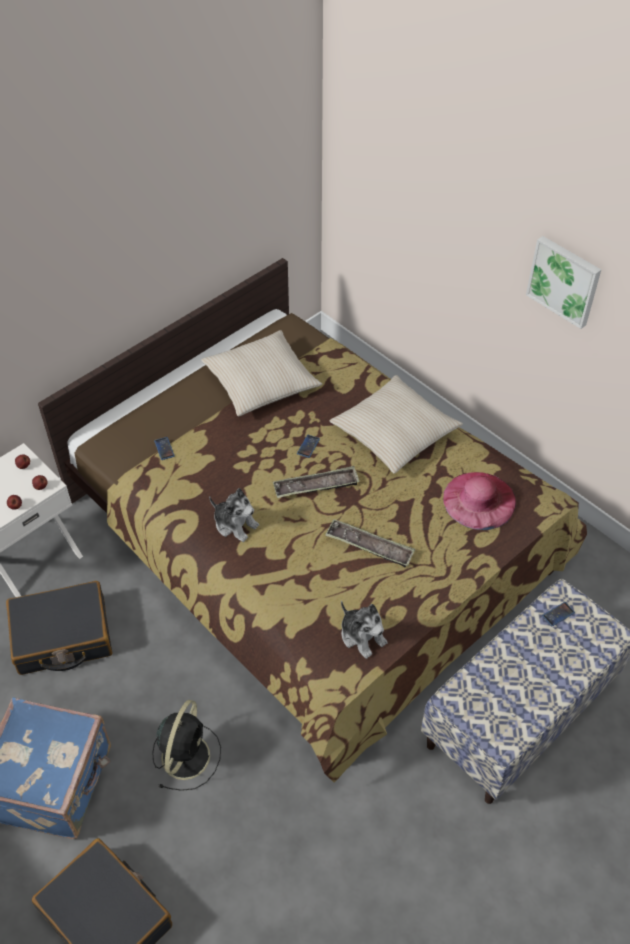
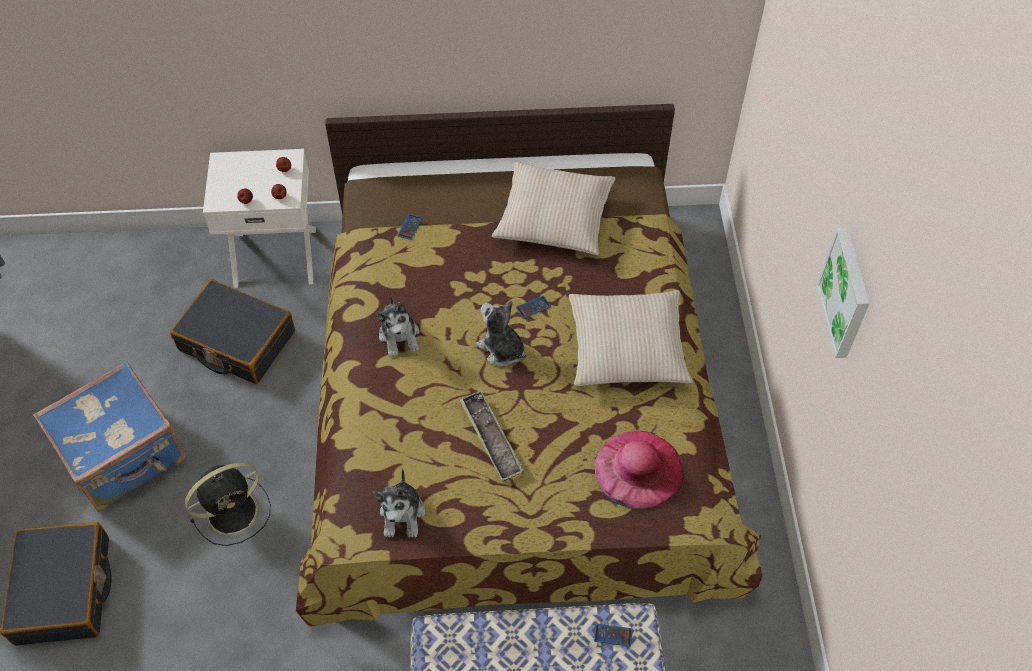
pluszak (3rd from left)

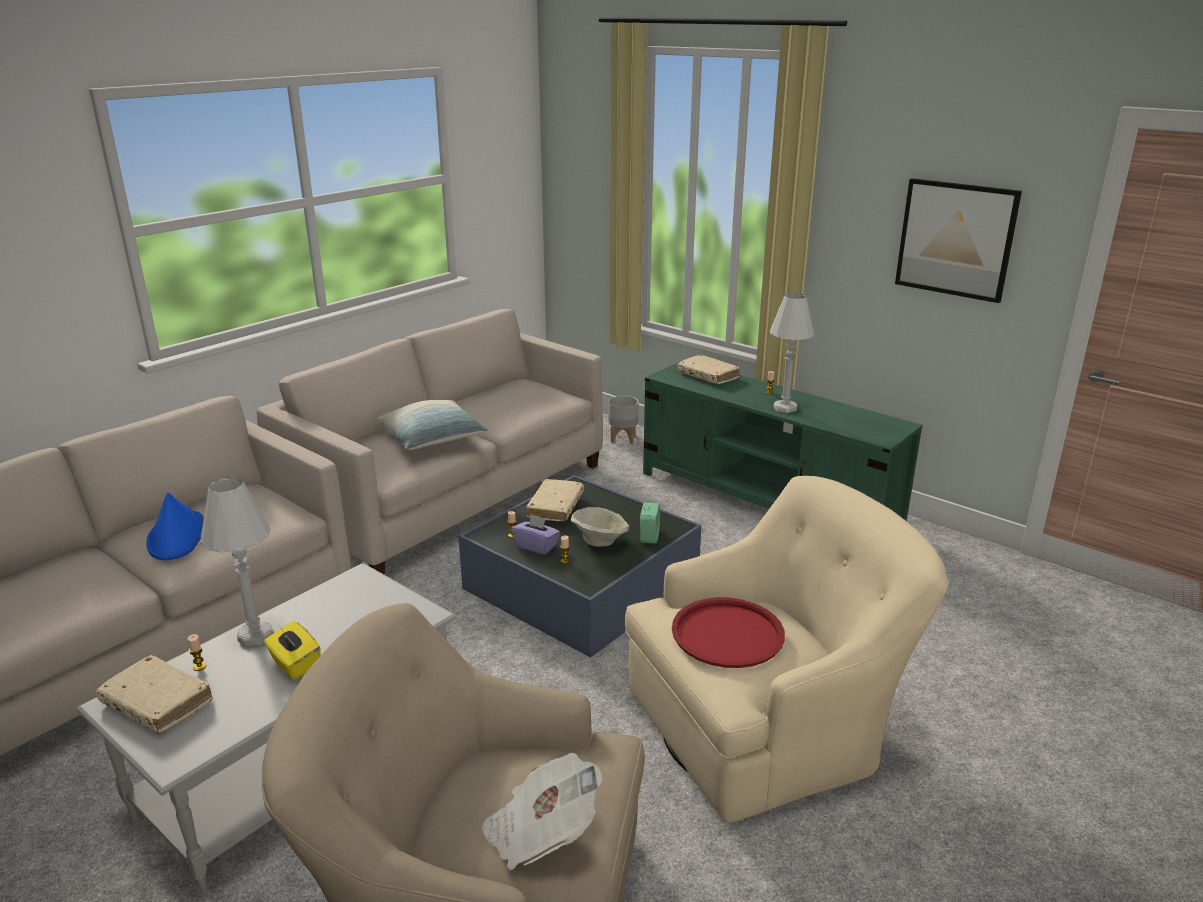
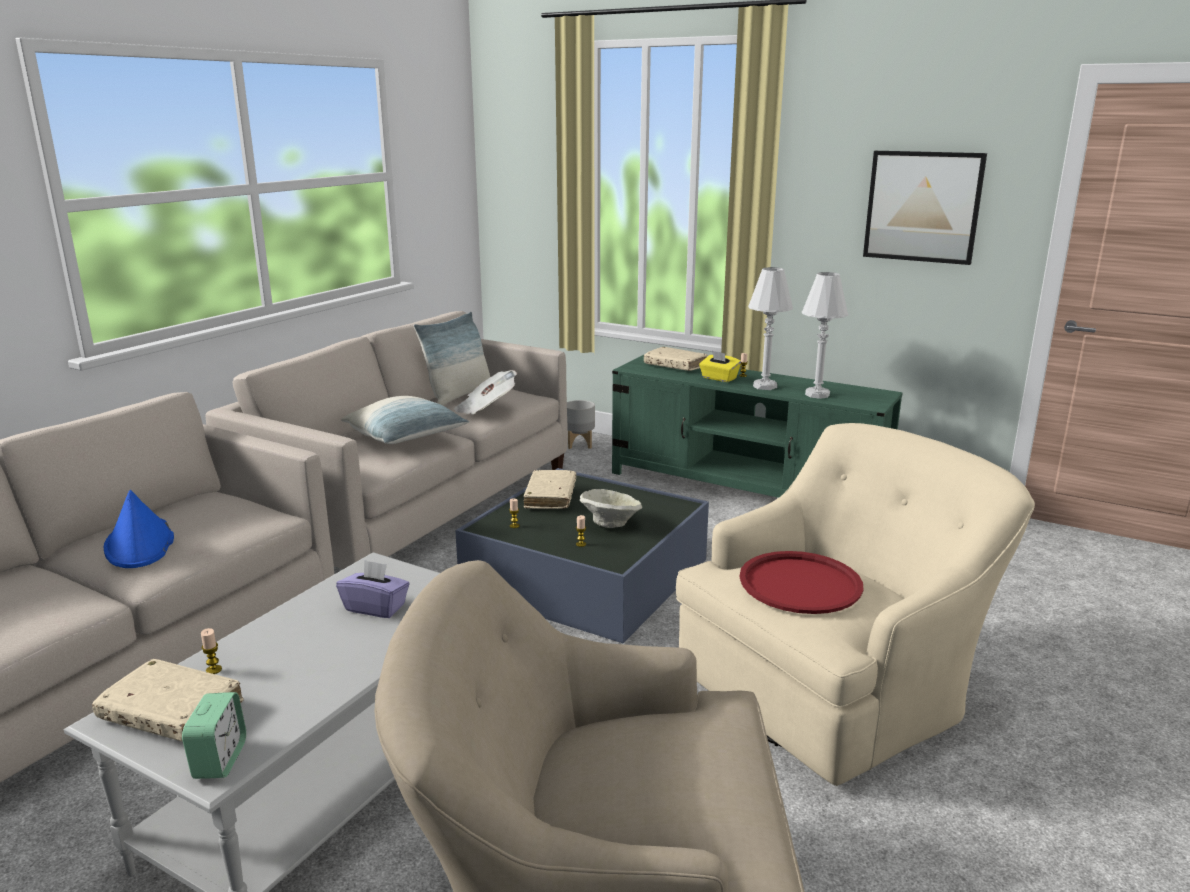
poduszka (2nd from left)
lampa stołowa [biały] (2nd from left)
pudełko chusteczek [żółty]
gazeta
pudełko chusteczek [fioletowy]
budzik

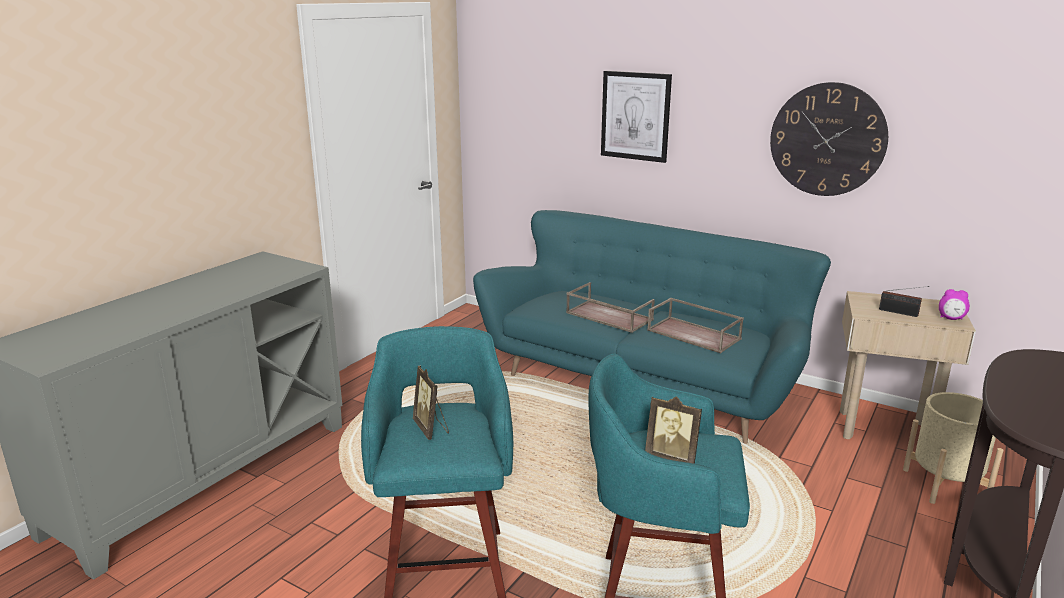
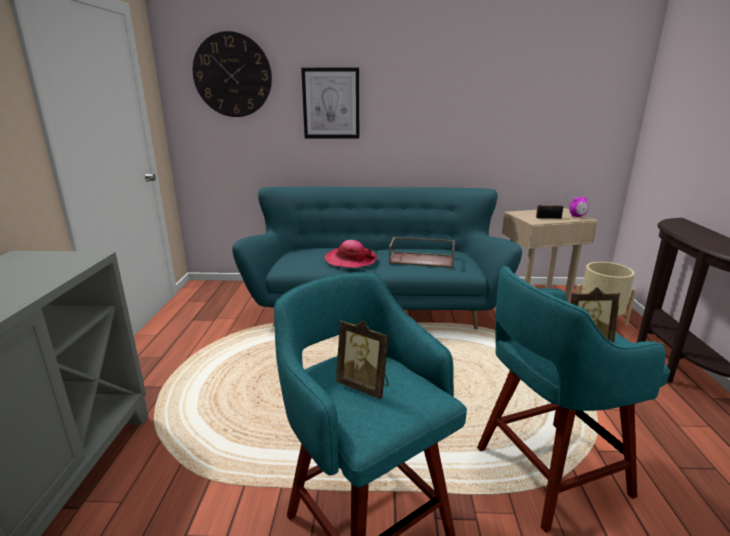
zegar ścienny
kapelusz

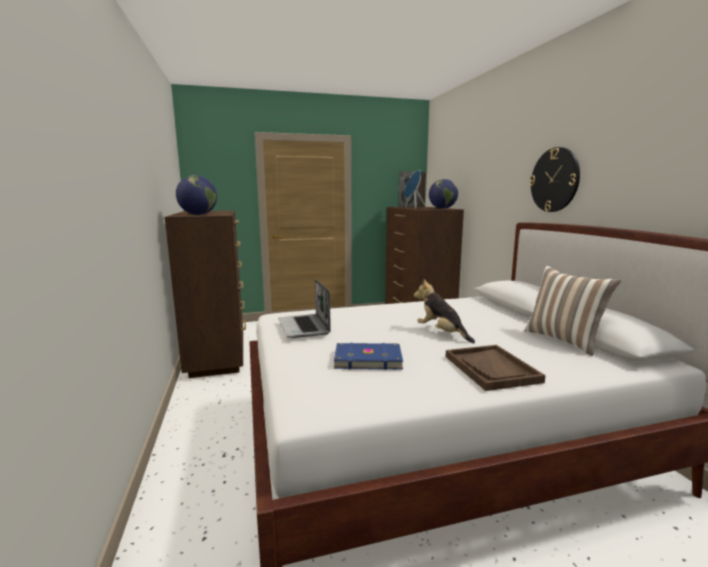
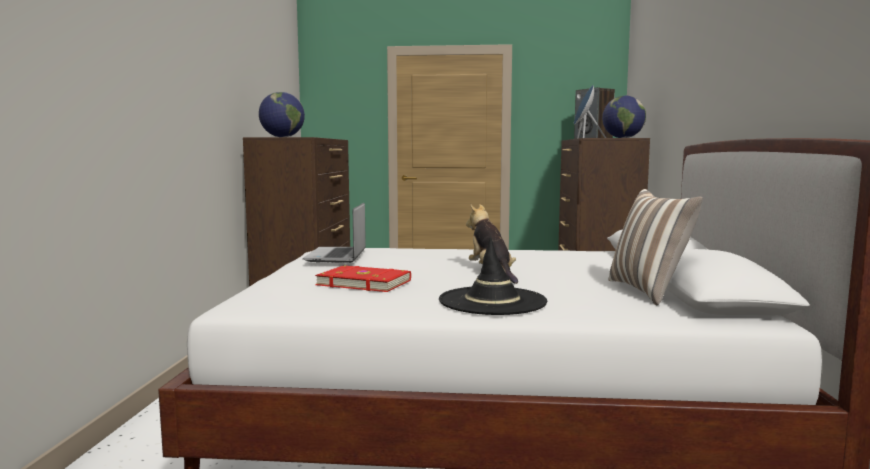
zegar ścienny
kapelusz [czarny]
książka [czerwony]

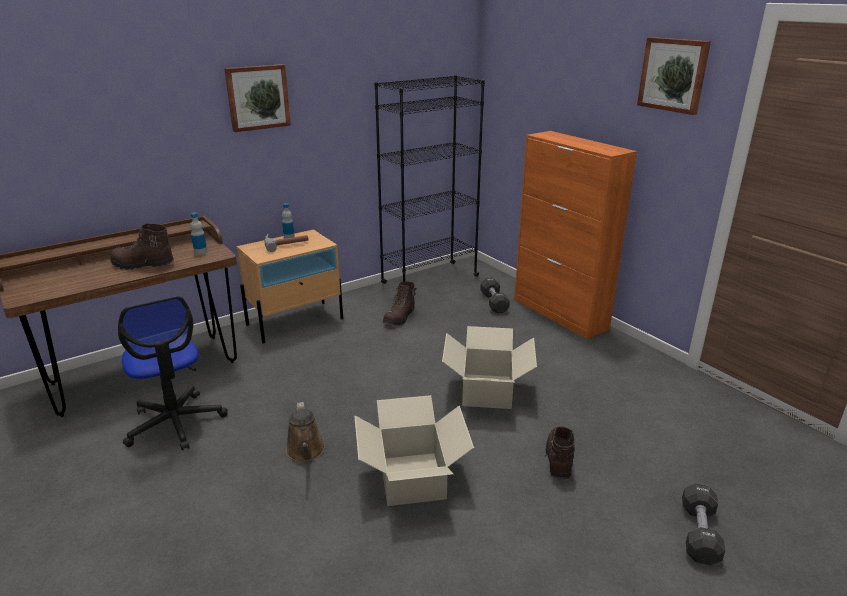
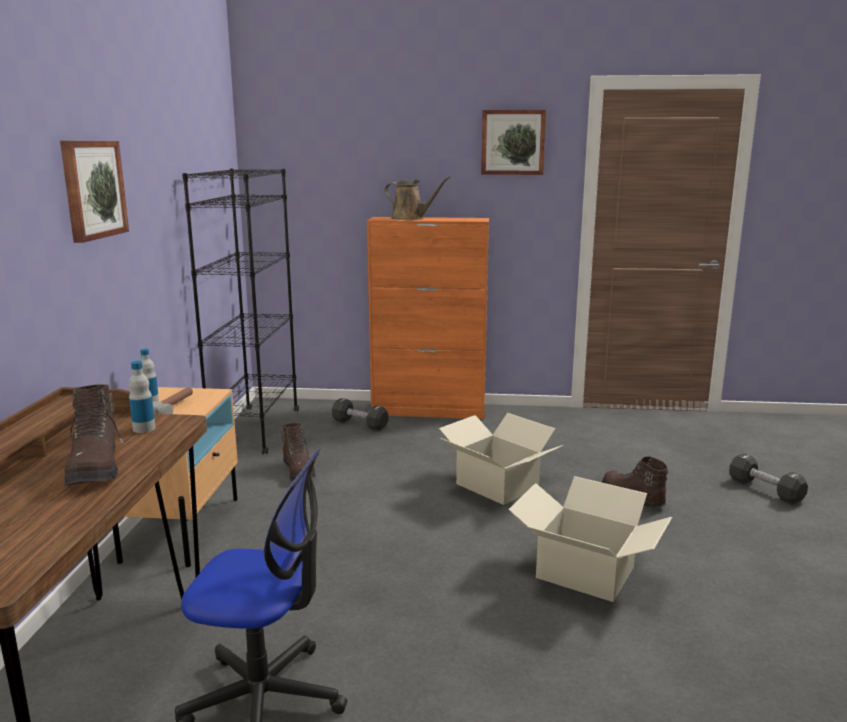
konewka [brązowy]
but z cholewką [brązowy] (1st from left)

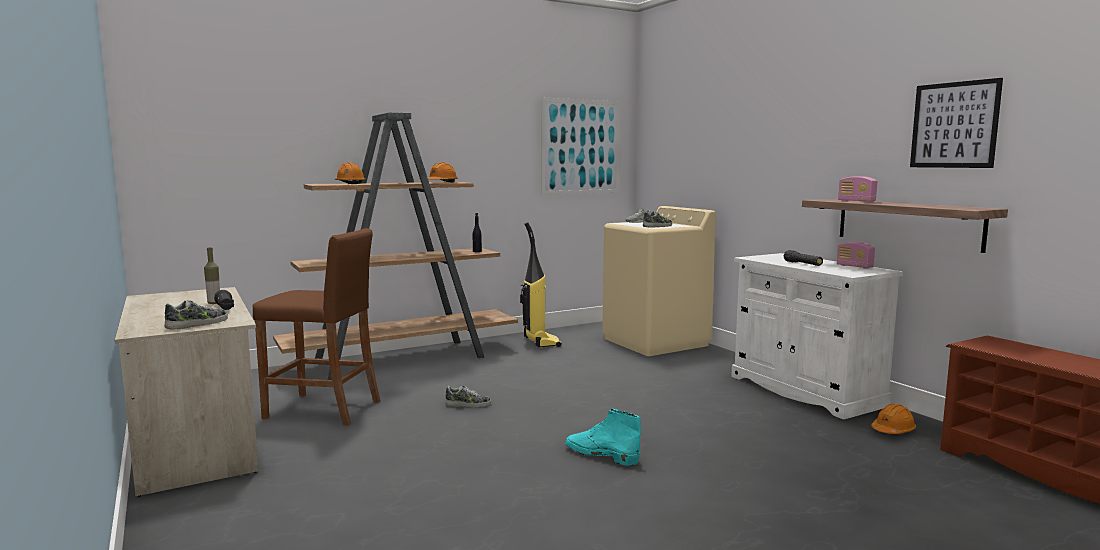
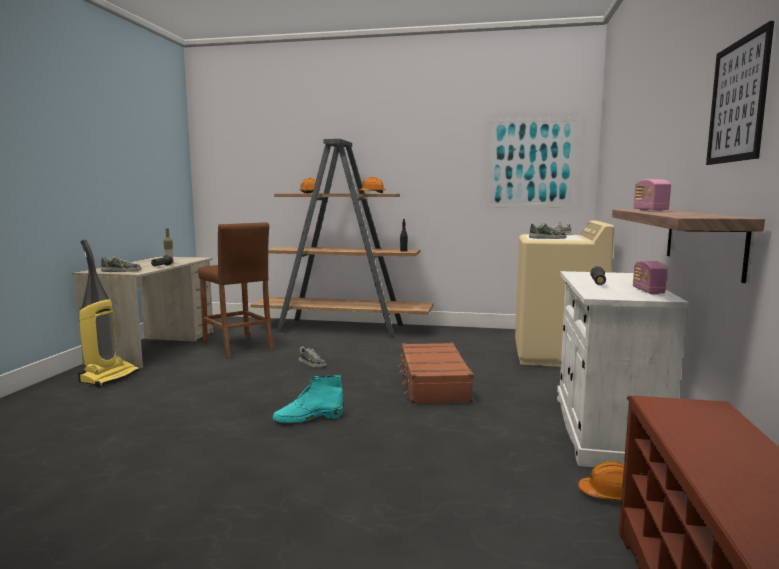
walizka [brązowy]
odkurzacz
but z cholewką [turkusowy]

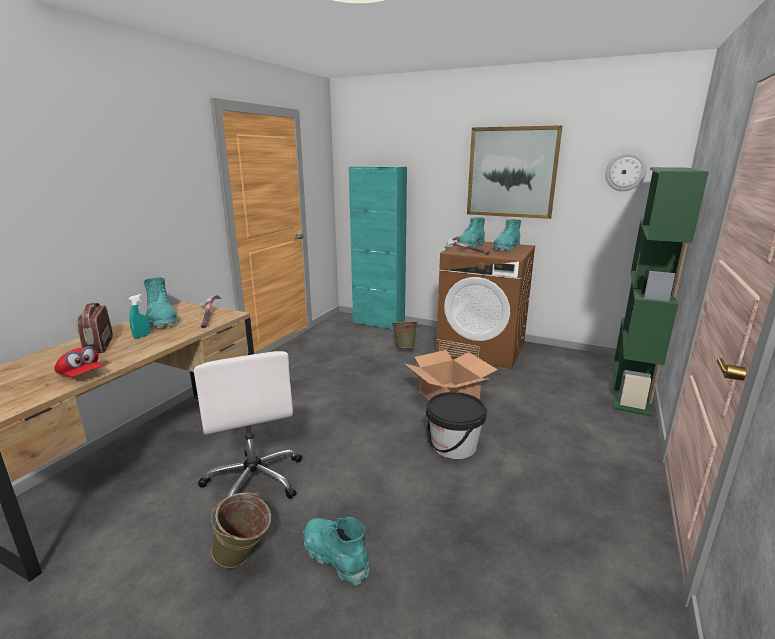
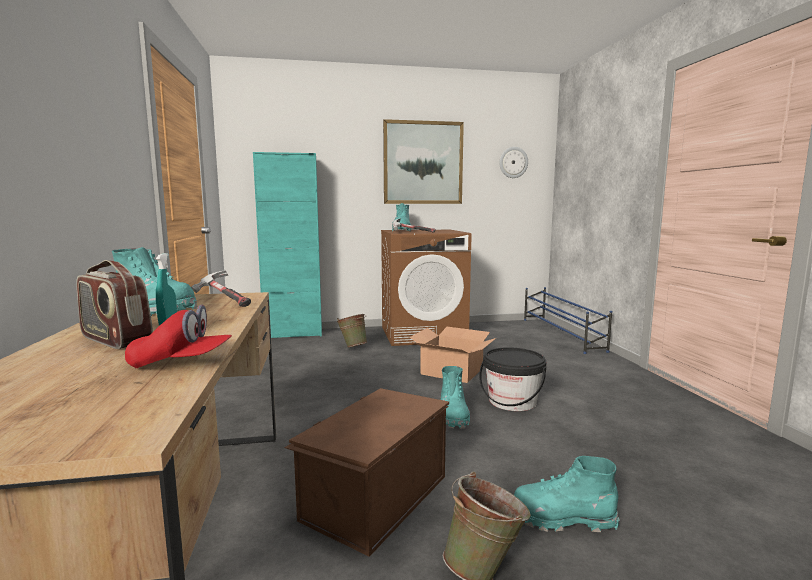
but z cholewką [turkusowy] (3rd from left)
pojemnik do przechowywania [brązowy]
regał na buty [niebieski]

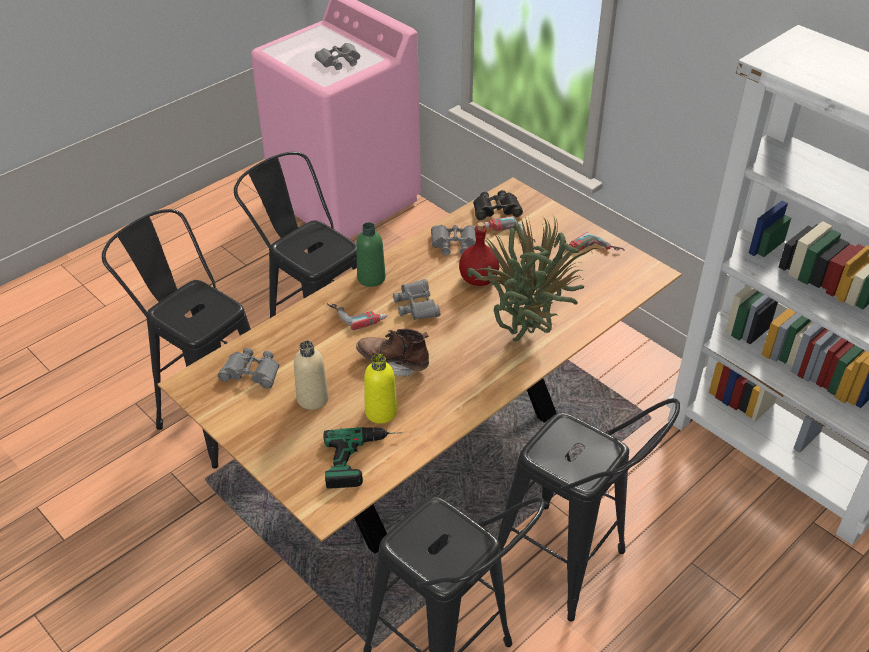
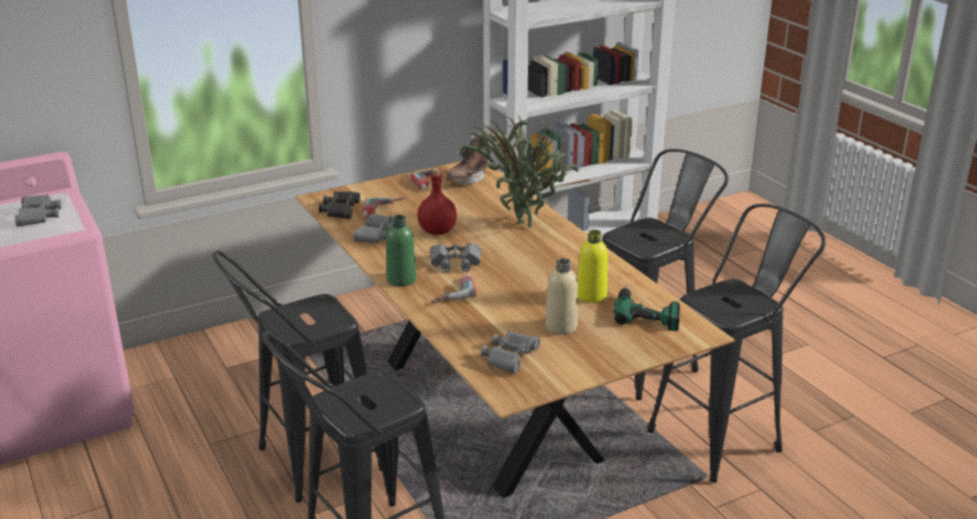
but z cholewką [brązowy]

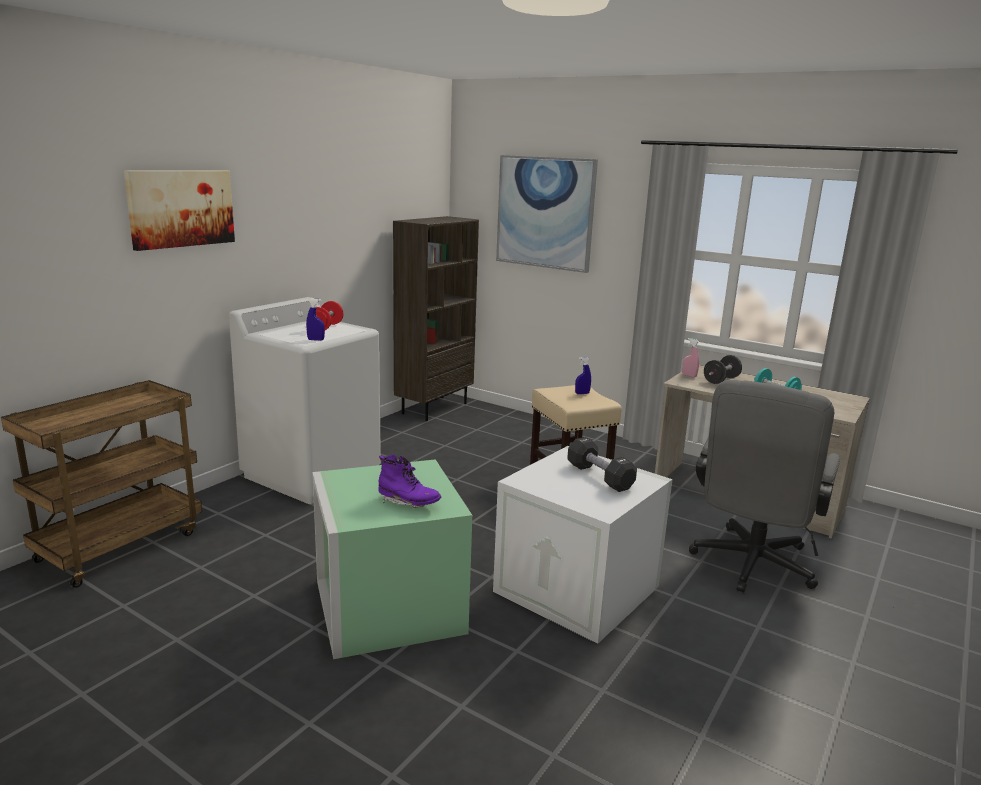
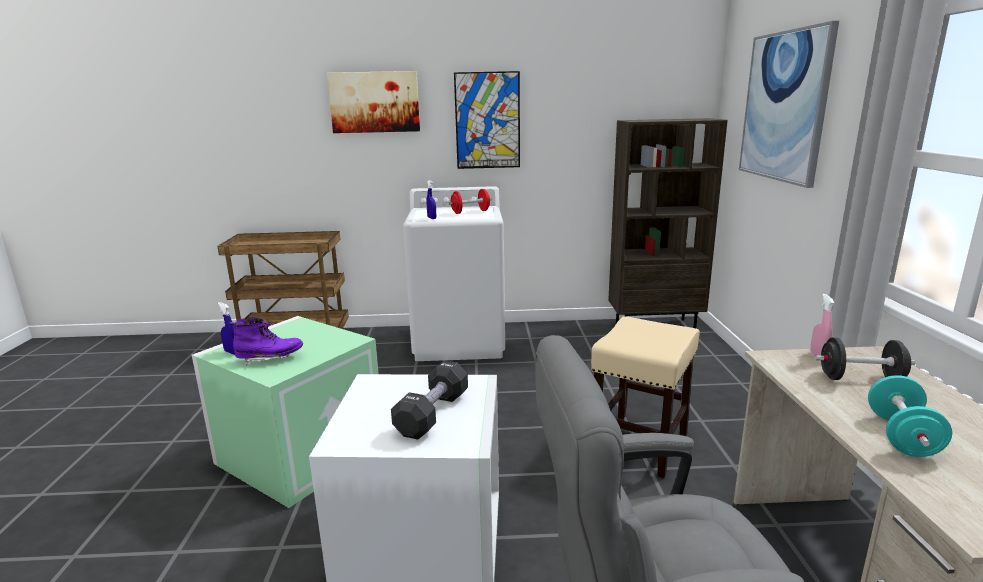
obraz (2nd from left)
spryskiwacz [niebieski] (1st from left)
but z cholewką [fioletowy]

